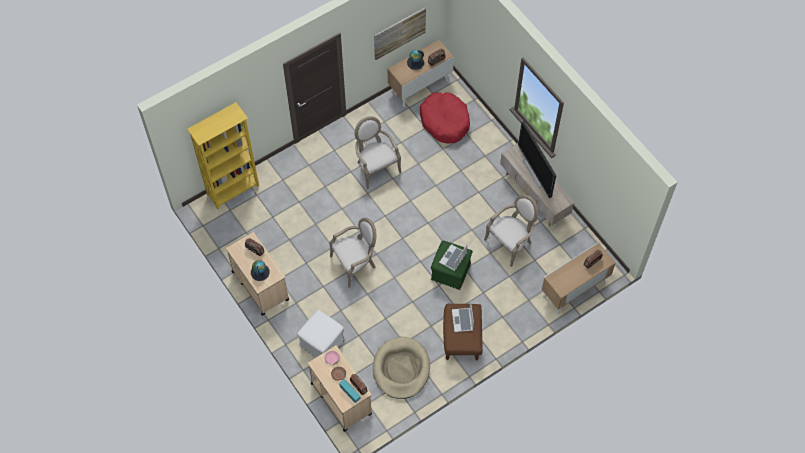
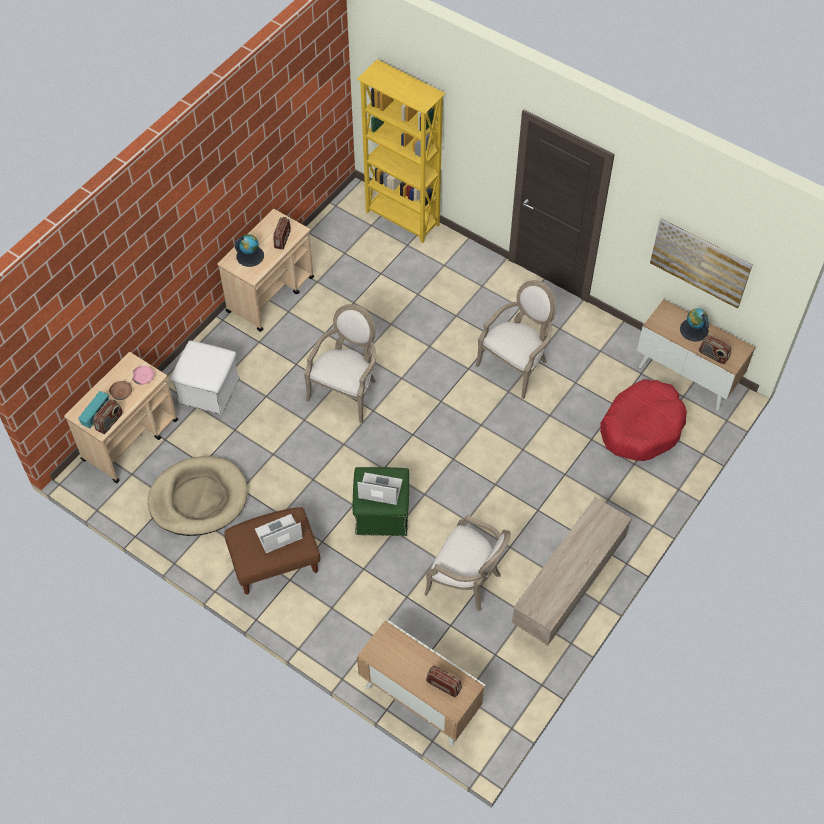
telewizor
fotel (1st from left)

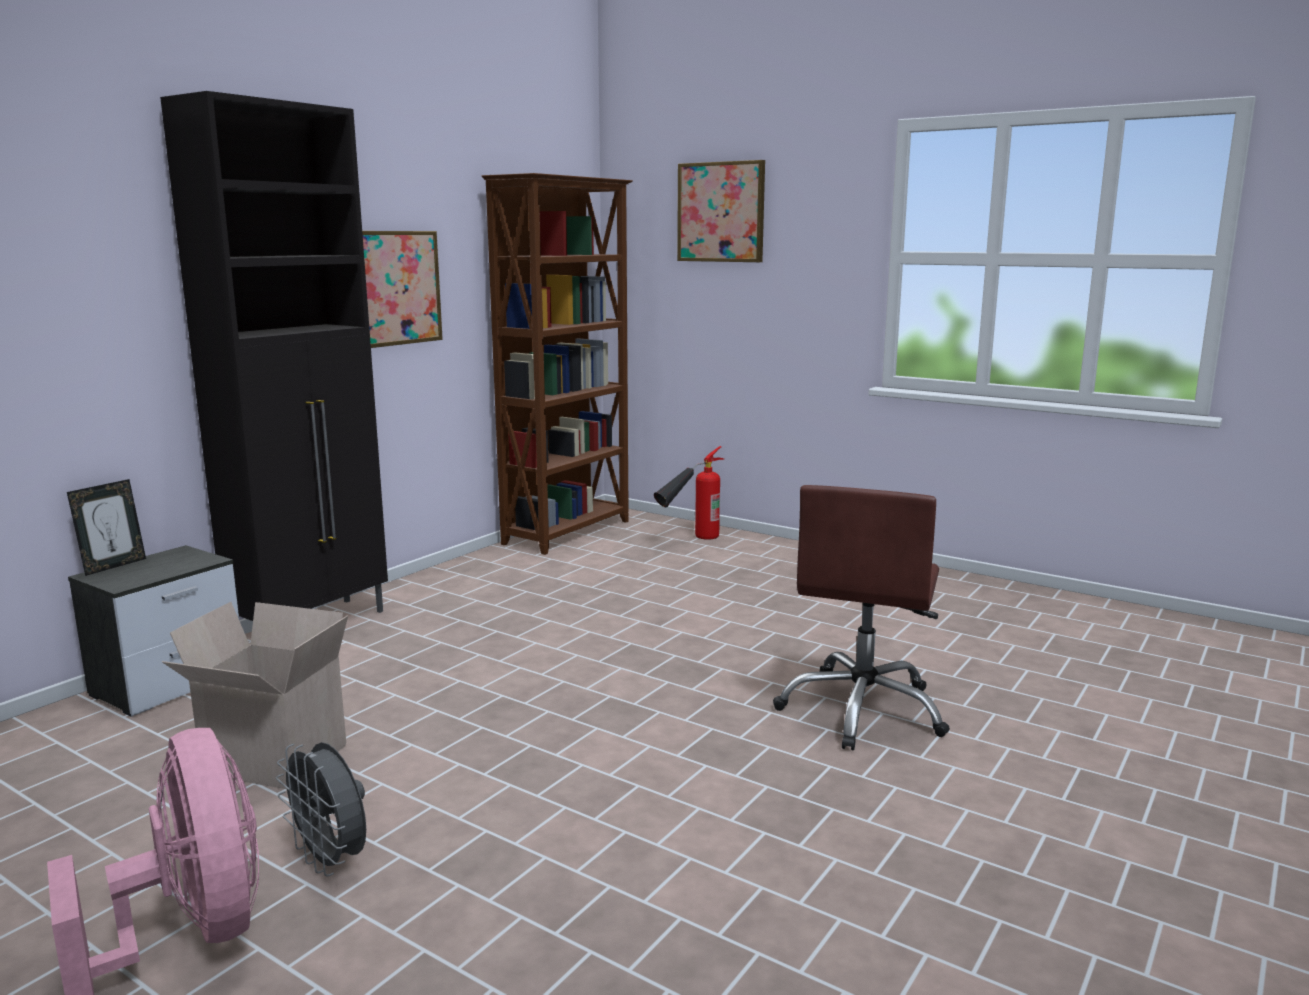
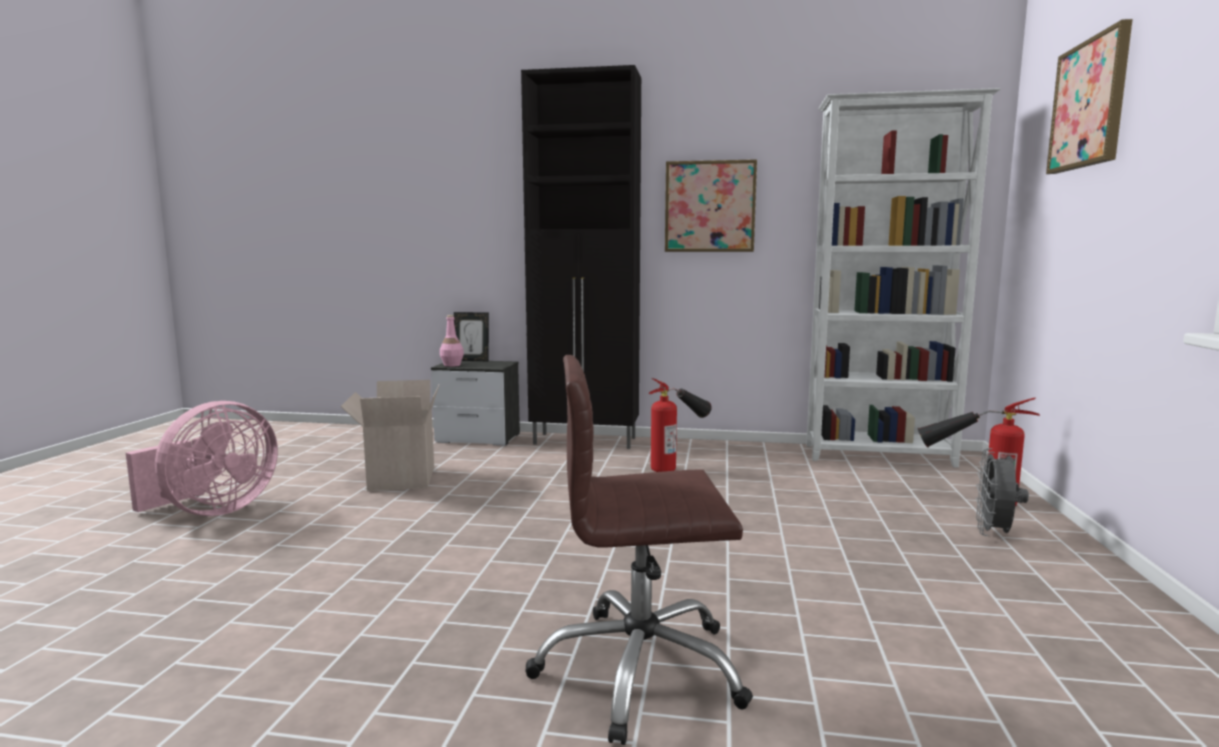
butelka [różowy]
gaśnica (1st from left)
wentylator [szary]
regał [biały]

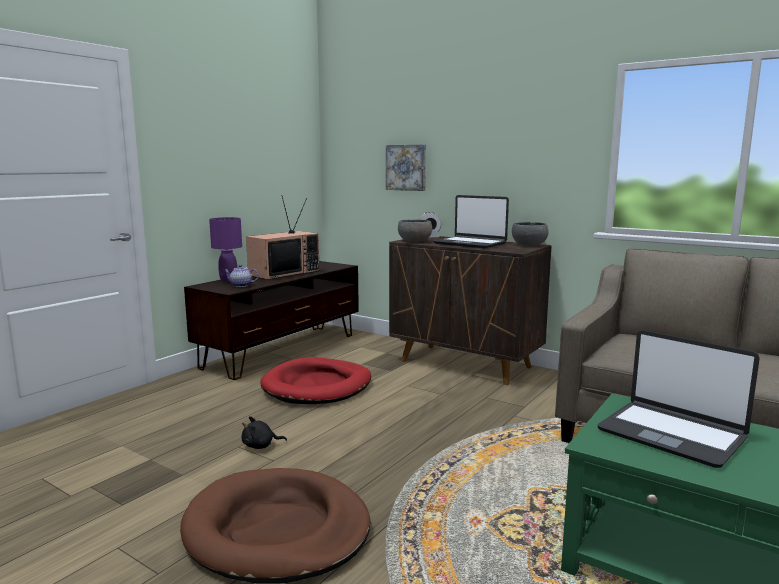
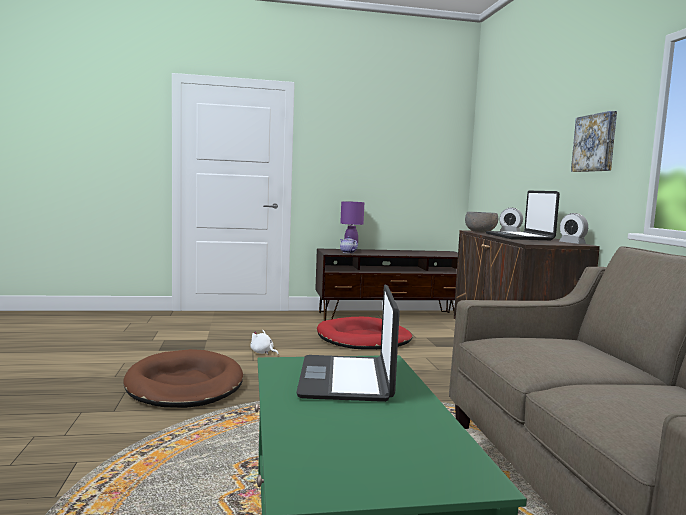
telewizor
obraz
budzik (2nd from left)
pluszak [biały]

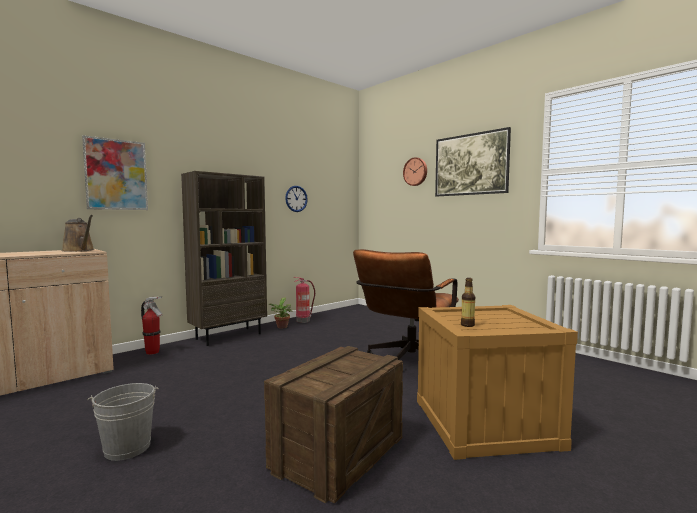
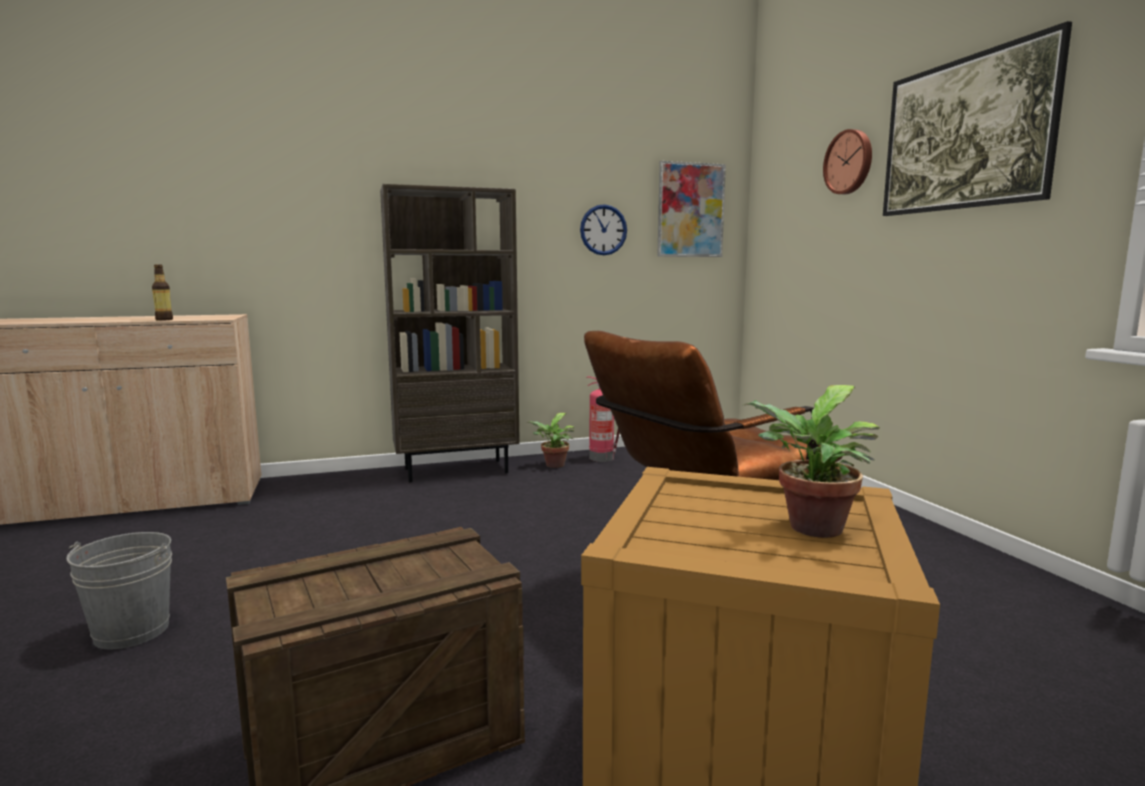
konewka [brązowy]
gaśnica (1st from left in the first image)
roślina doniczkowa (2nd from left)
obraz (1st from left)
butelka

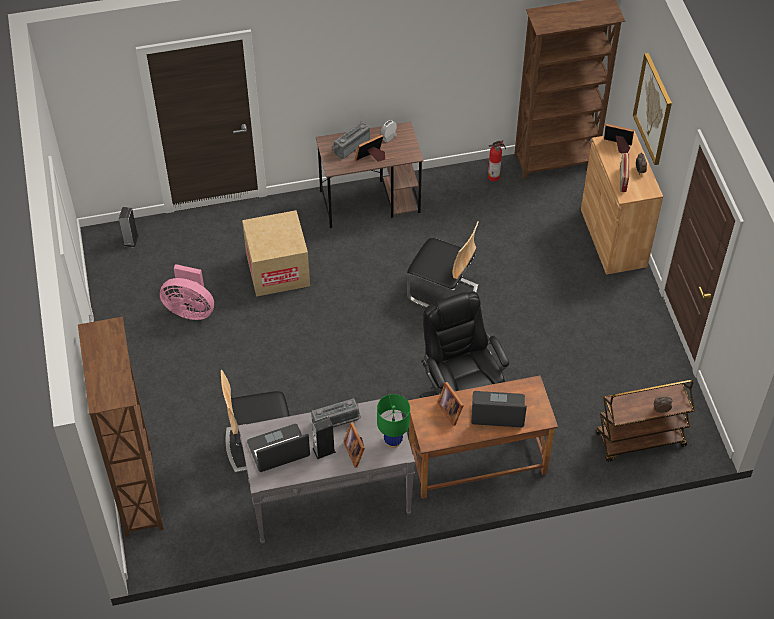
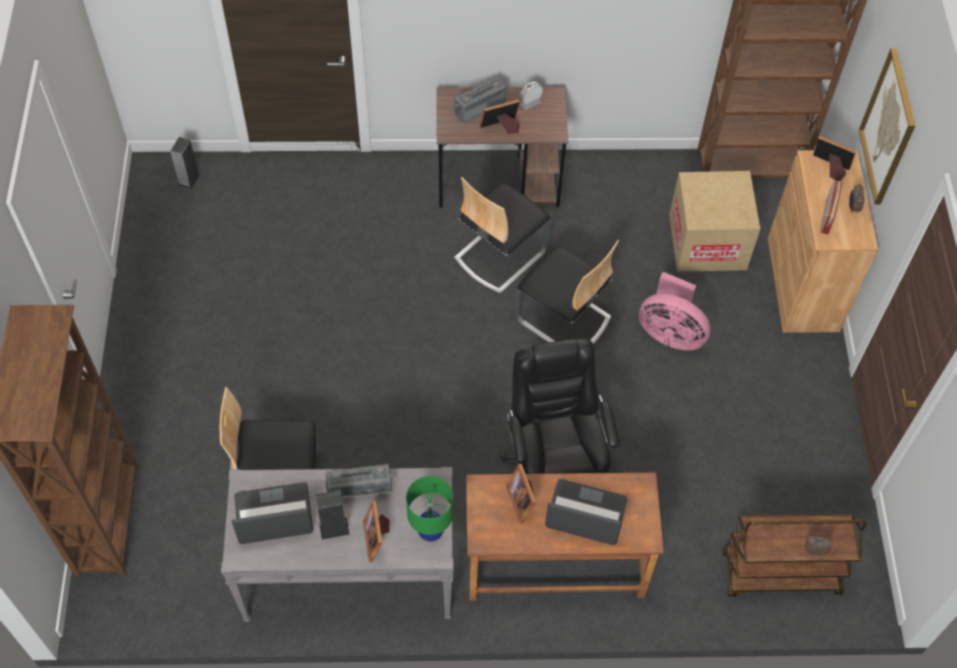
gaśnica
krzesło (2nd from left)
wentylator [różowy]
karton

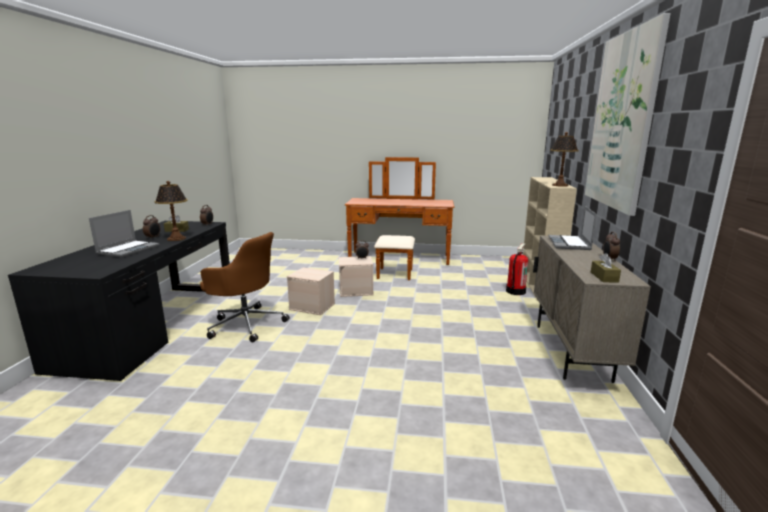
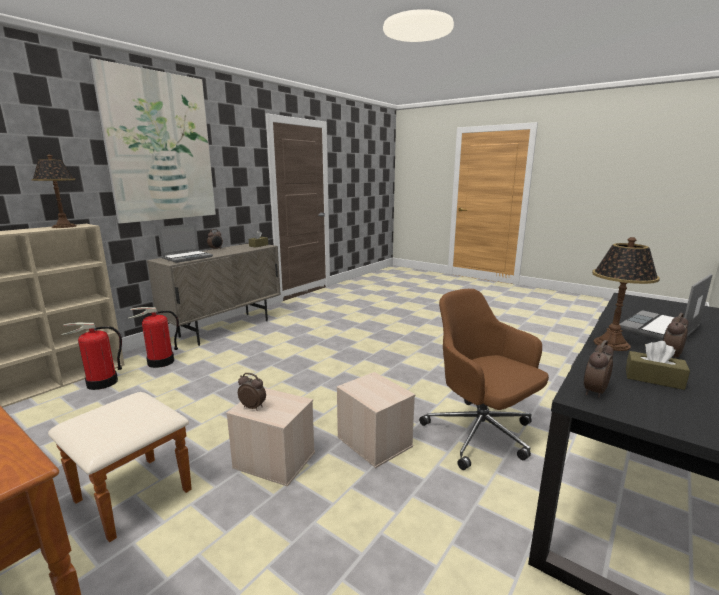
gaśnica (2nd from left)

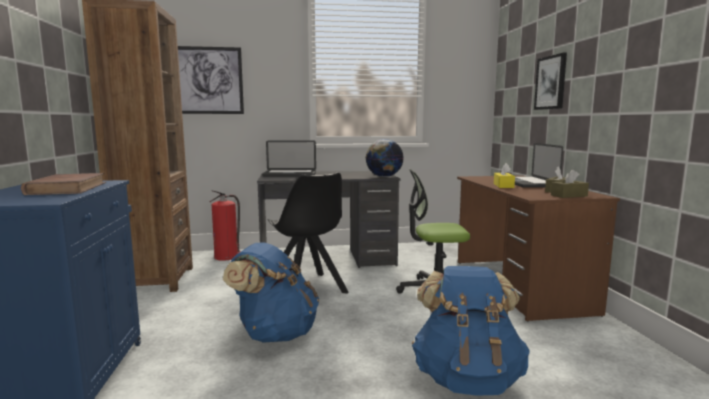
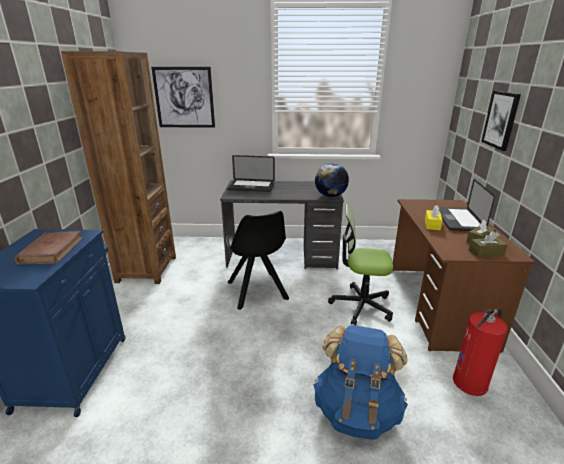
plecak [niebieski] (1st from left in the first image)
gaśnica

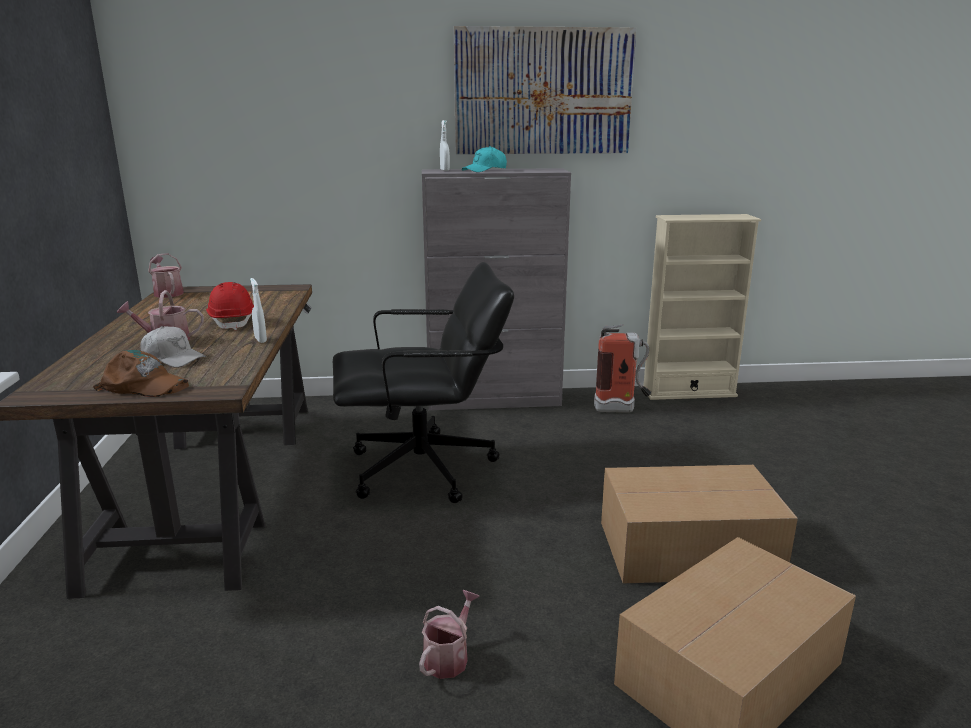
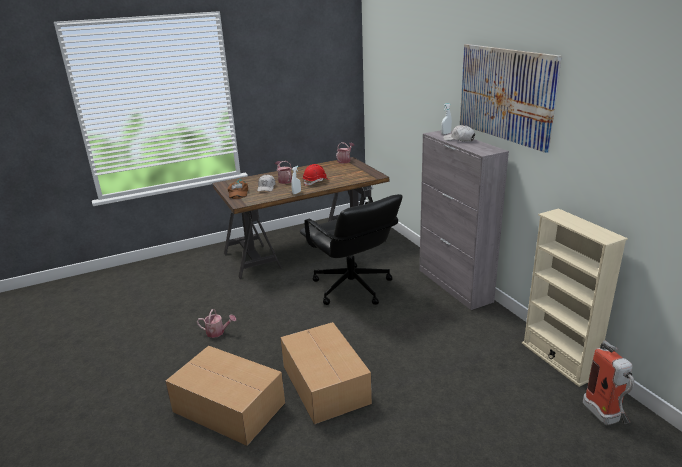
gaśnica
czapka z daszkiem [biały] (2nd from left)

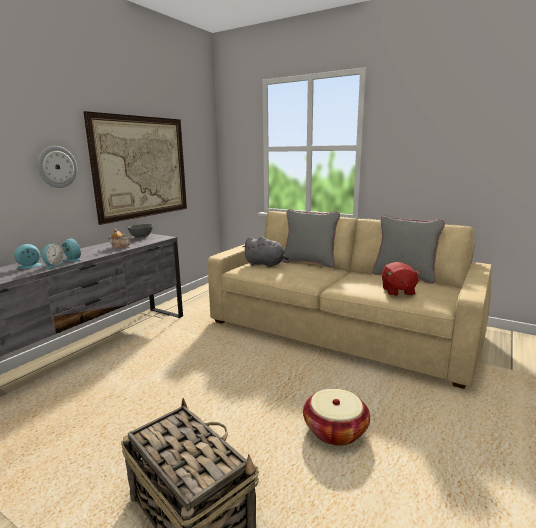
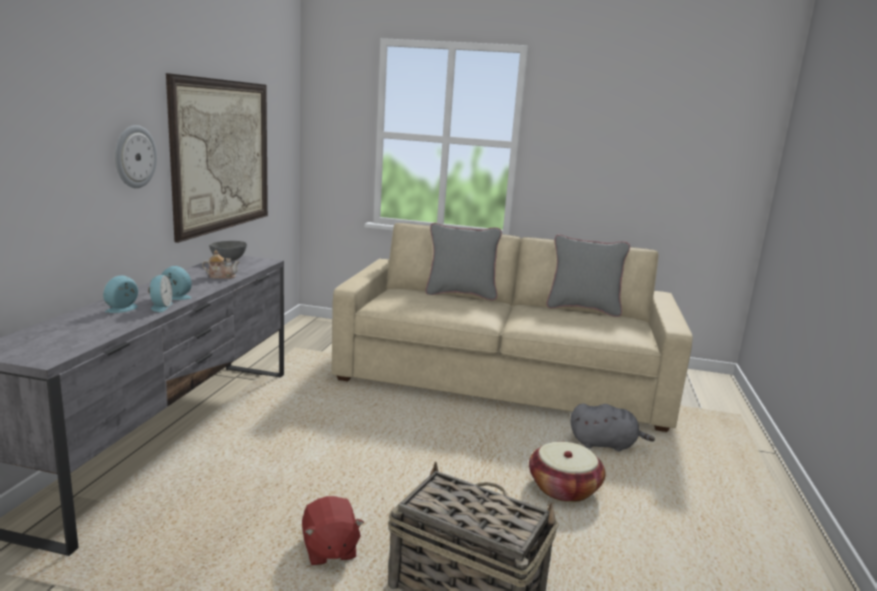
pluszak [szary]
pluszak [czerwony]

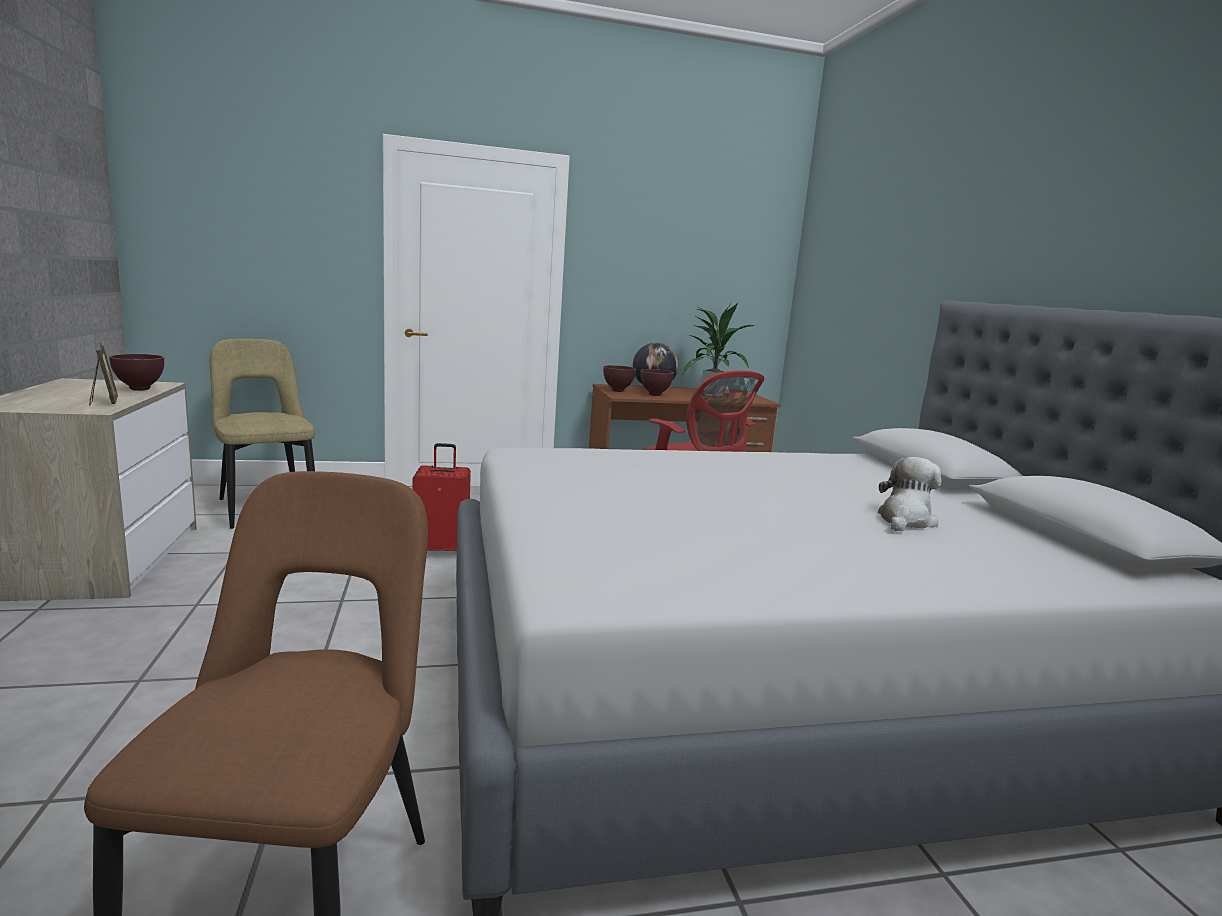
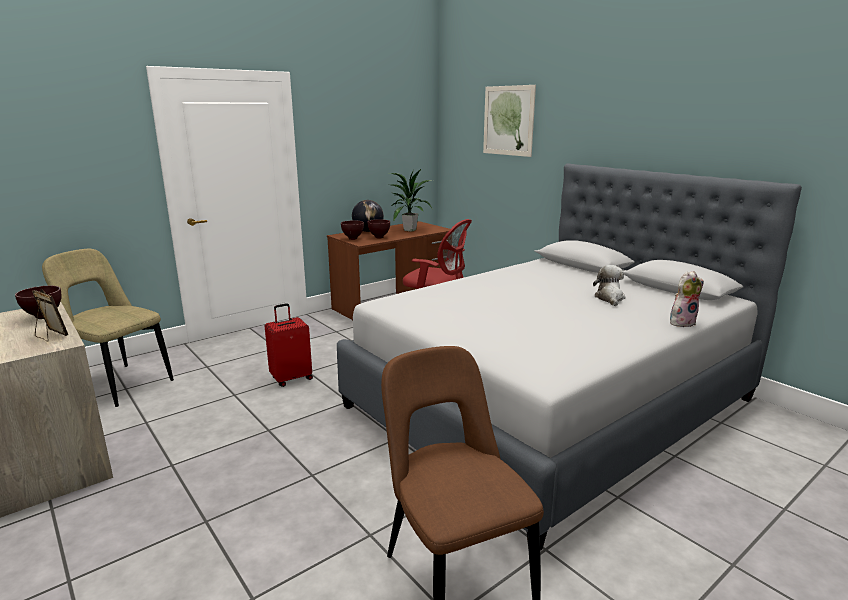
obraz
pluszak (2nd from left)

